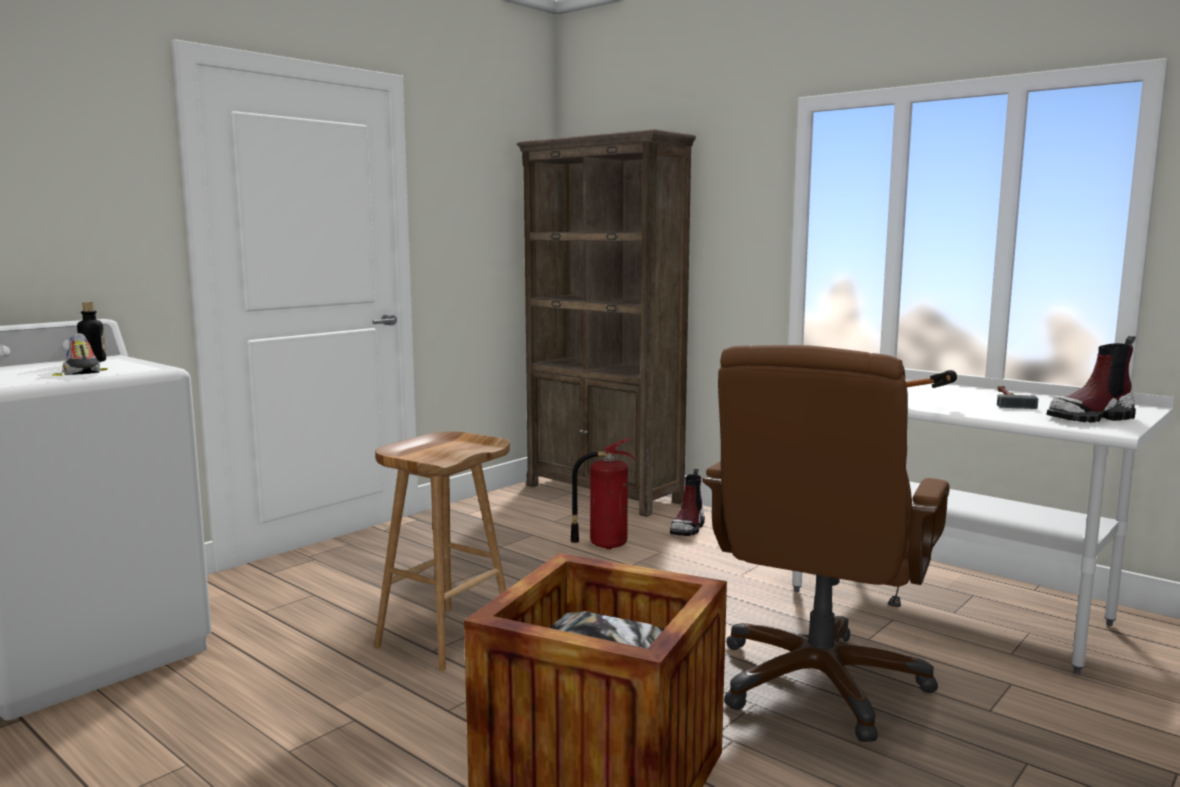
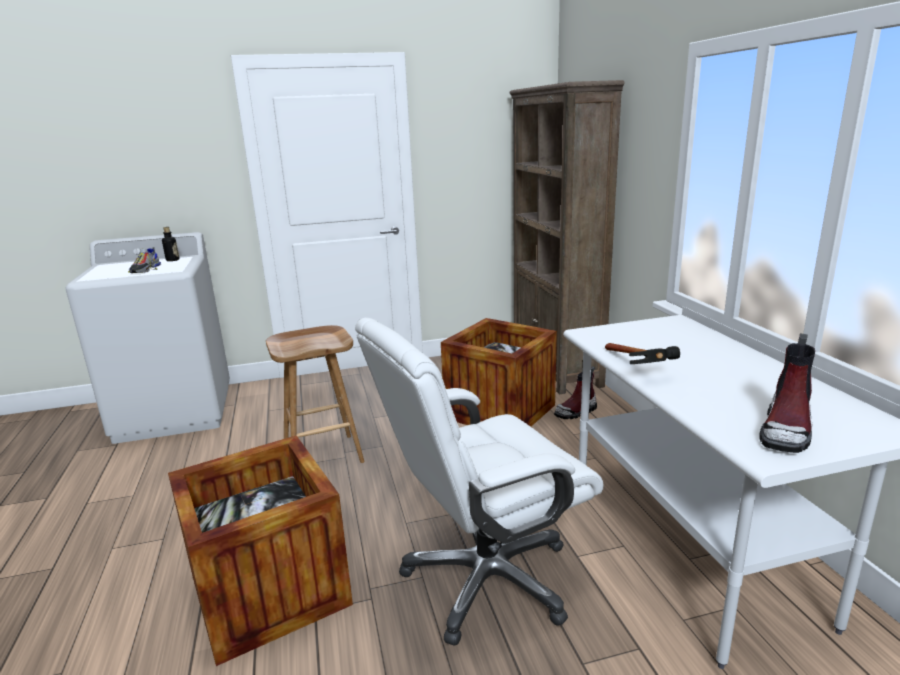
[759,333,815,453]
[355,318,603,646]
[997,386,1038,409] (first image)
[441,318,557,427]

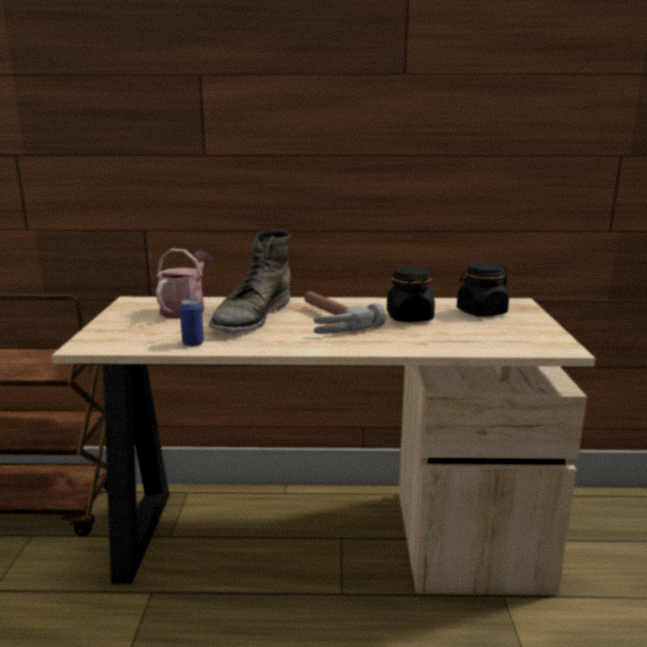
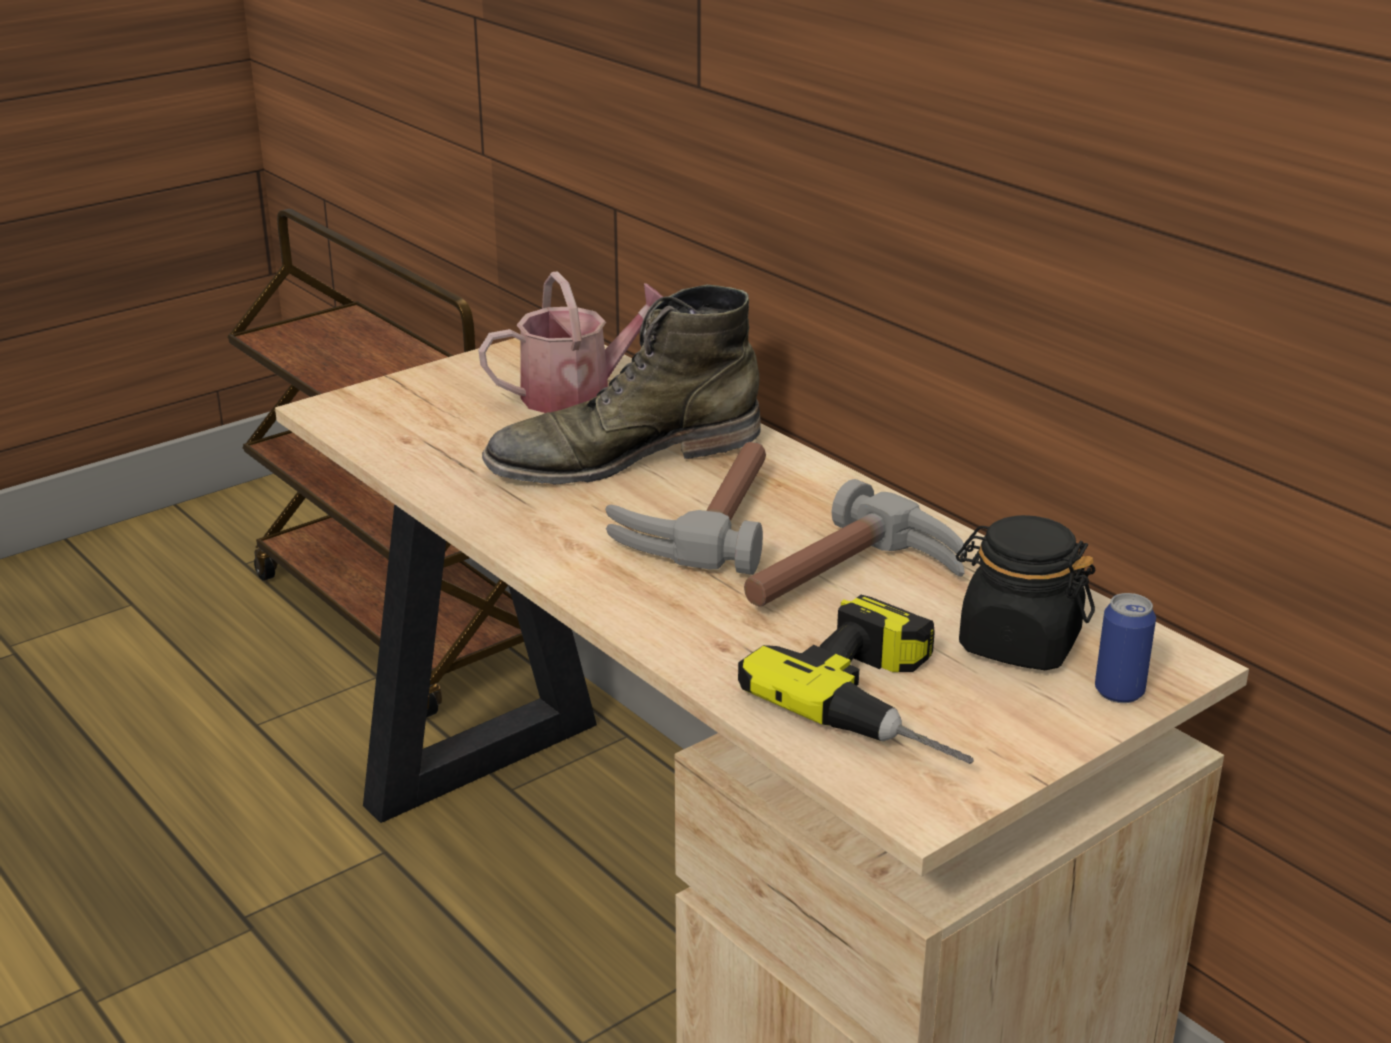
[744,479,965,607]
[1095,593,1156,703]
[738,595,974,764]

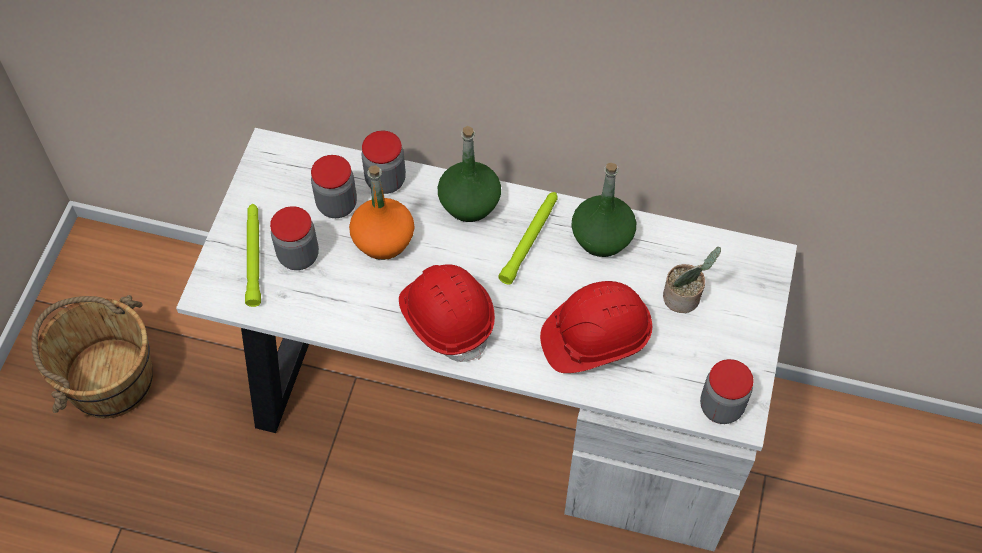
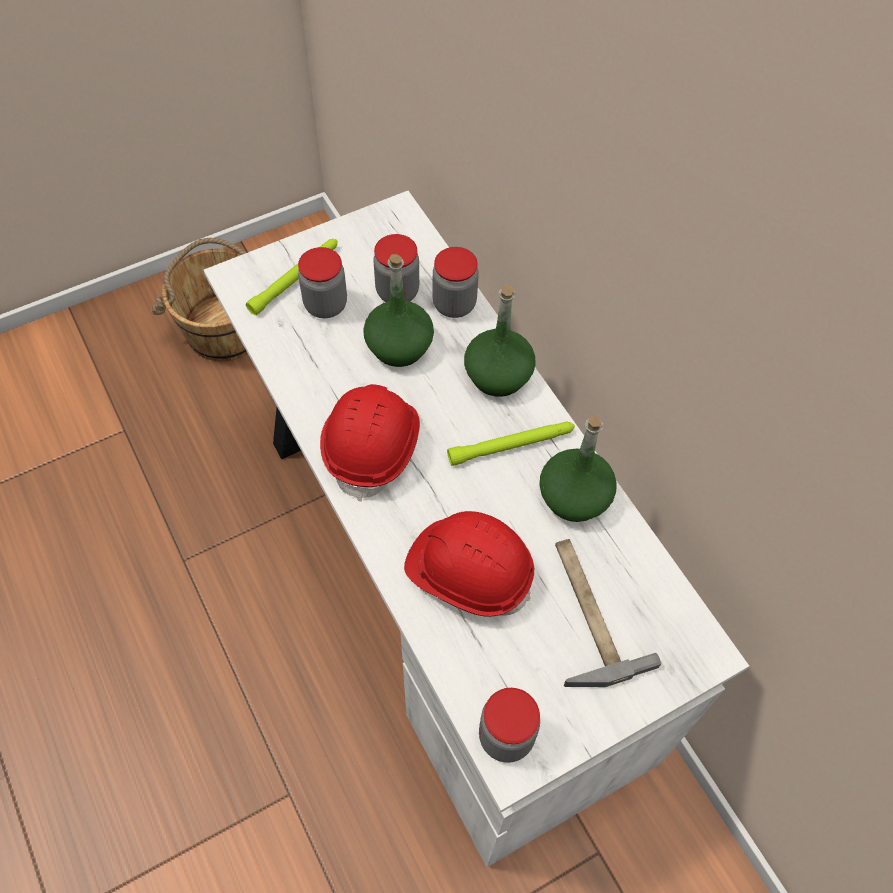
[363,254,434,367]
[555,539,661,687]

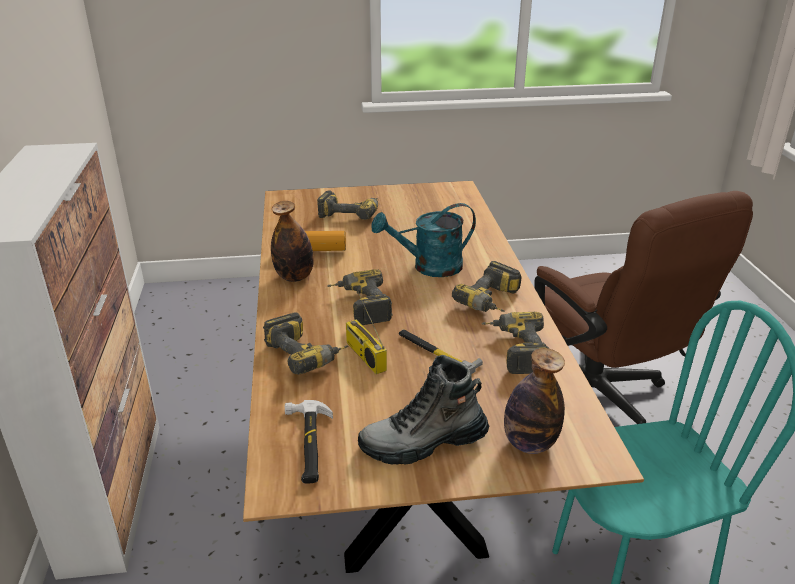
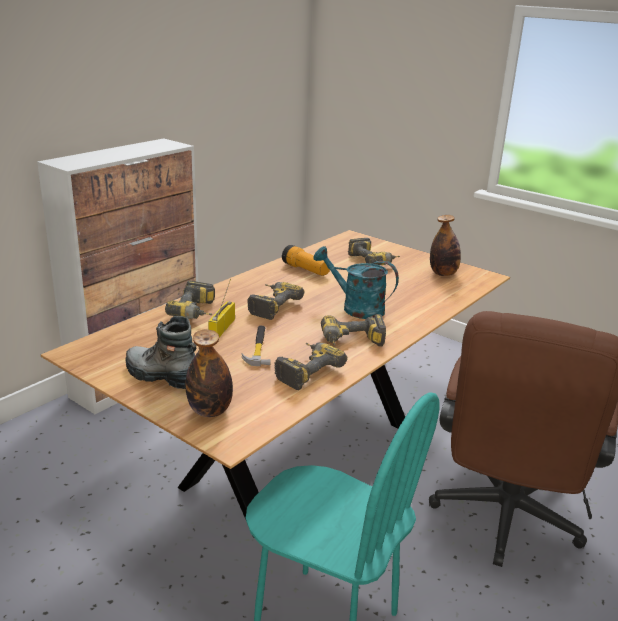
[430,215,461,276]
[285,400,333,484] (first image)

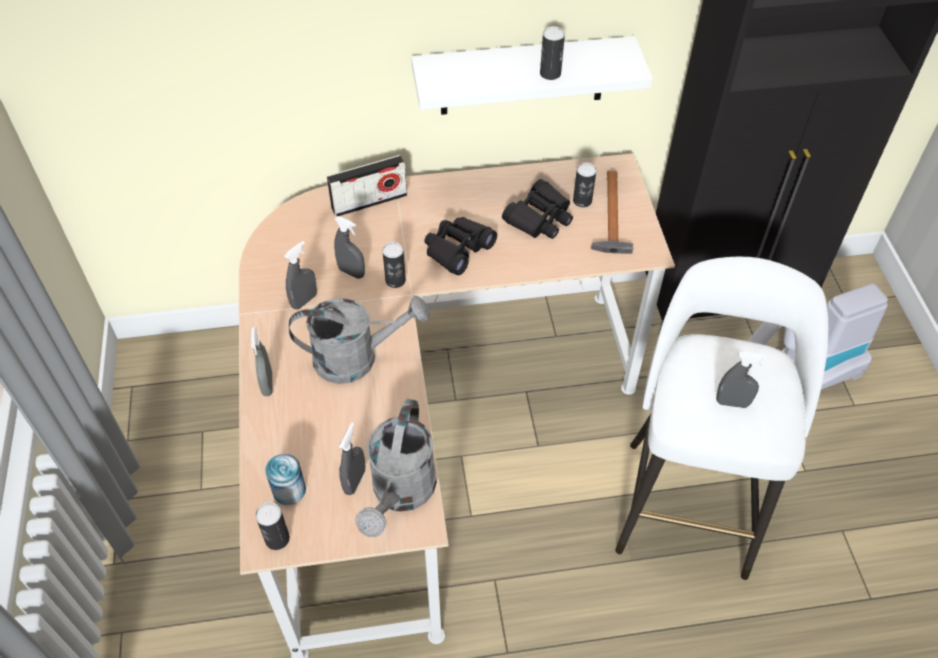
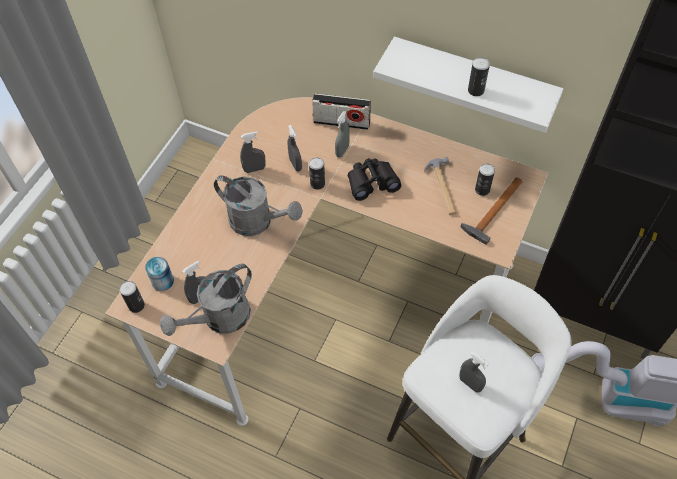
[424,157,457,215]
[335,111,350,158]

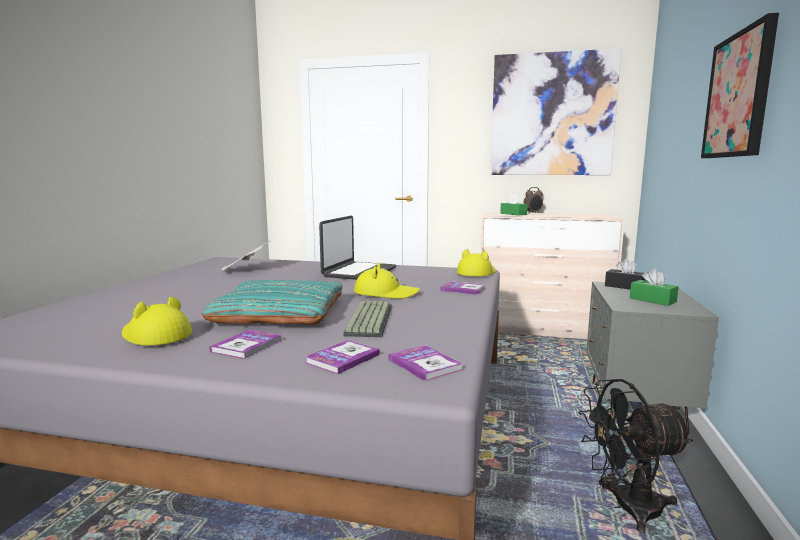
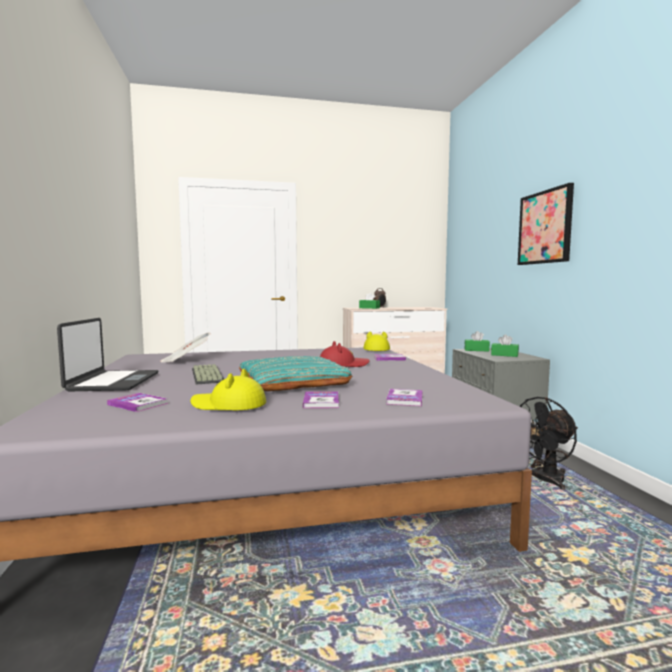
[490,48,622,175] (first image)
[57,318,158,391]
[464,331,490,352]
[320,341,370,367]
[192,364,224,385]
[107,393,168,412]

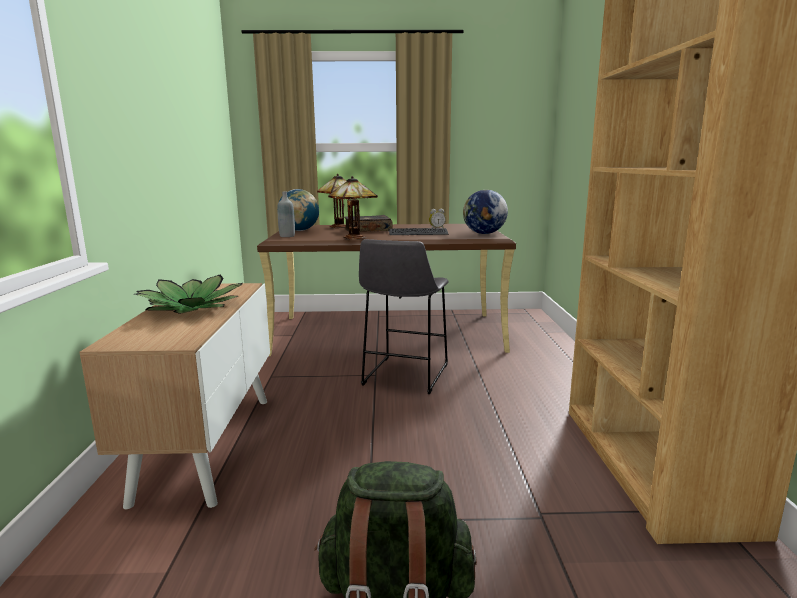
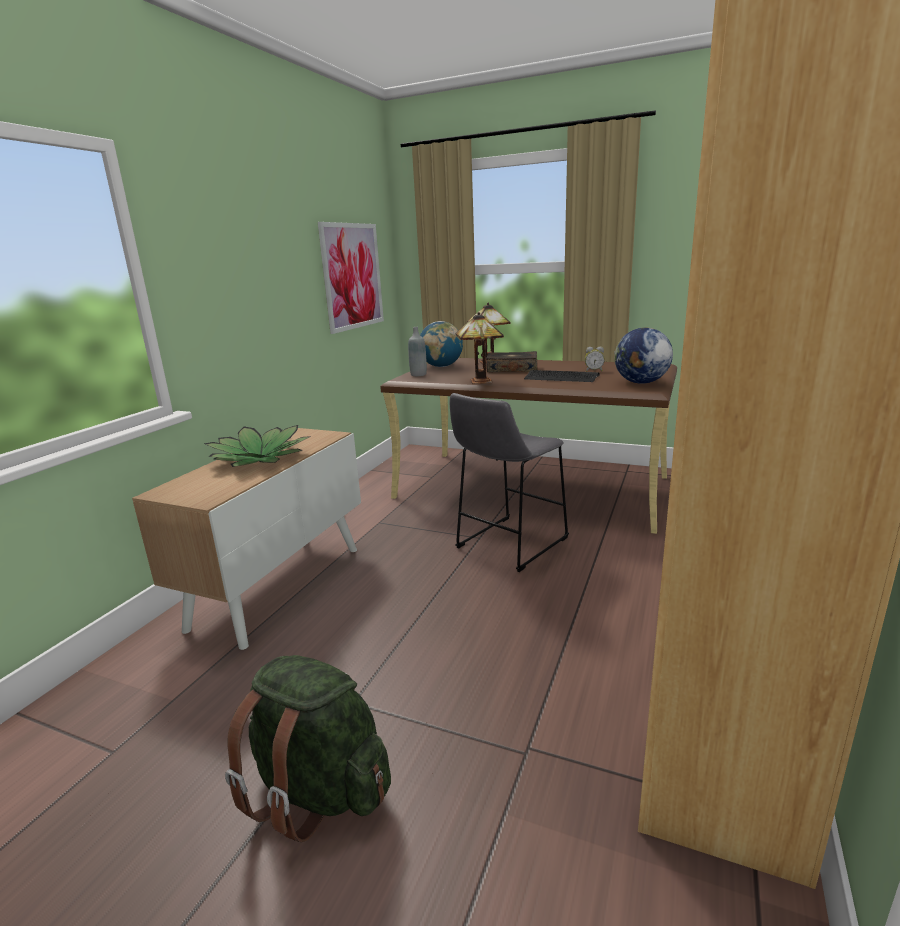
[318,222,384,334]

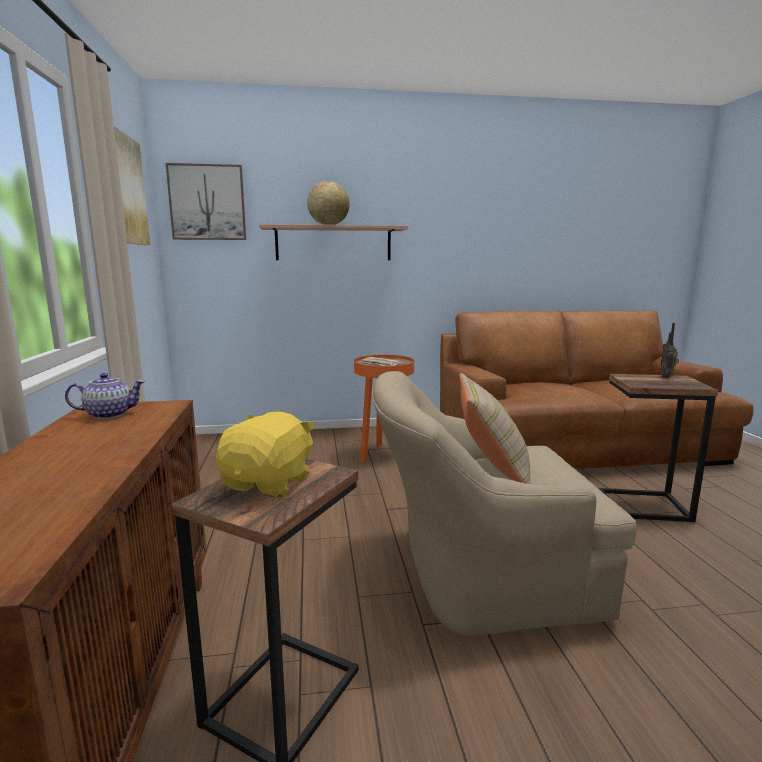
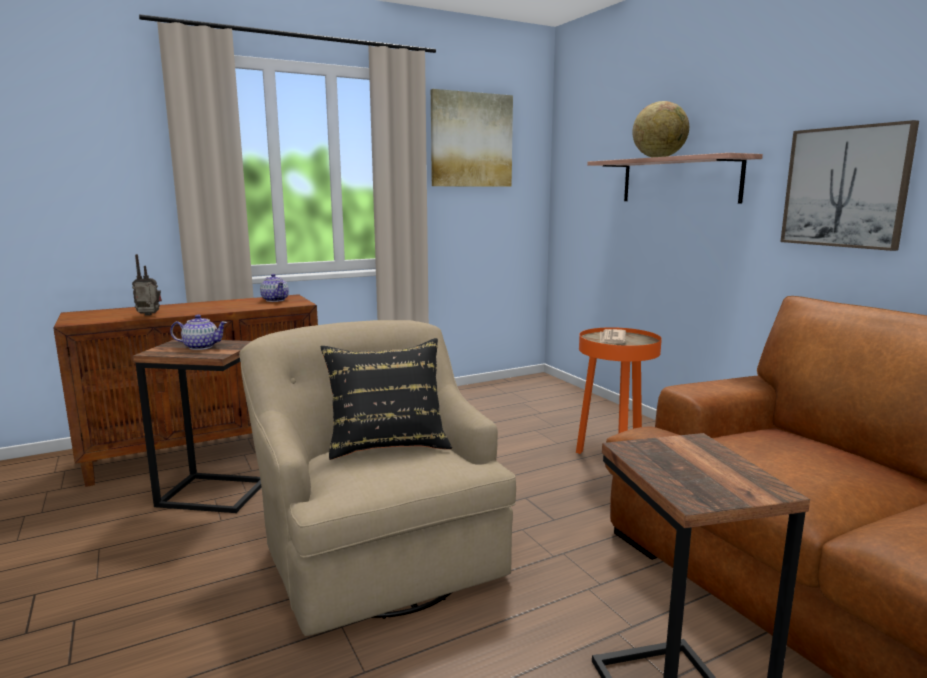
[780,120,919,251]
[132,254,162,316]
[321,338,452,460]
[170,314,228,350]

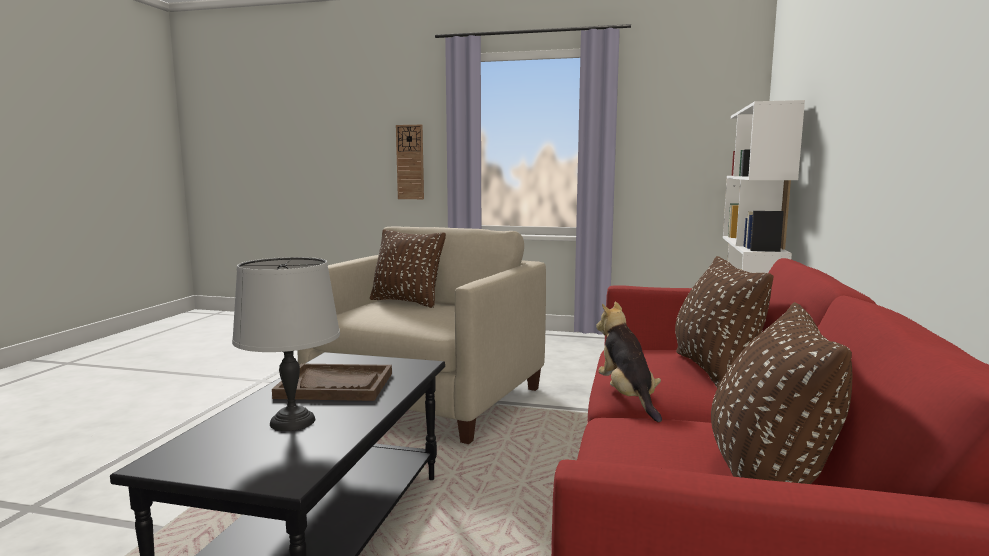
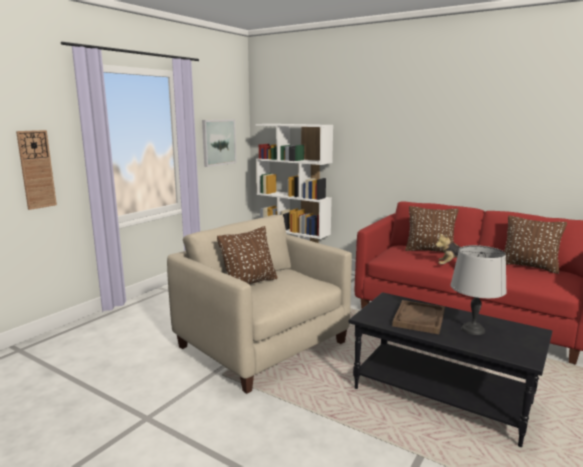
[202,119,236,167]

